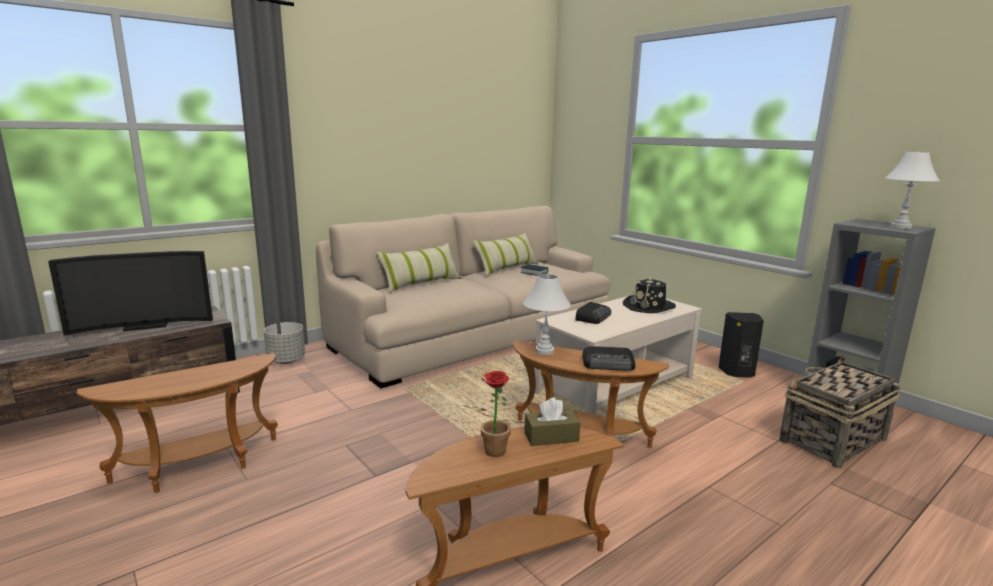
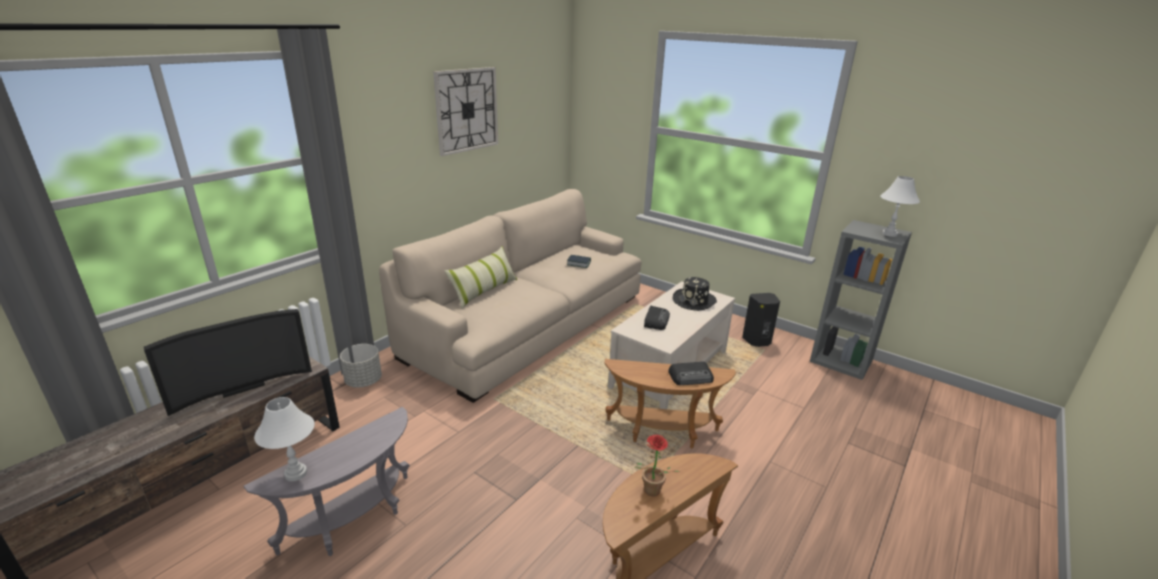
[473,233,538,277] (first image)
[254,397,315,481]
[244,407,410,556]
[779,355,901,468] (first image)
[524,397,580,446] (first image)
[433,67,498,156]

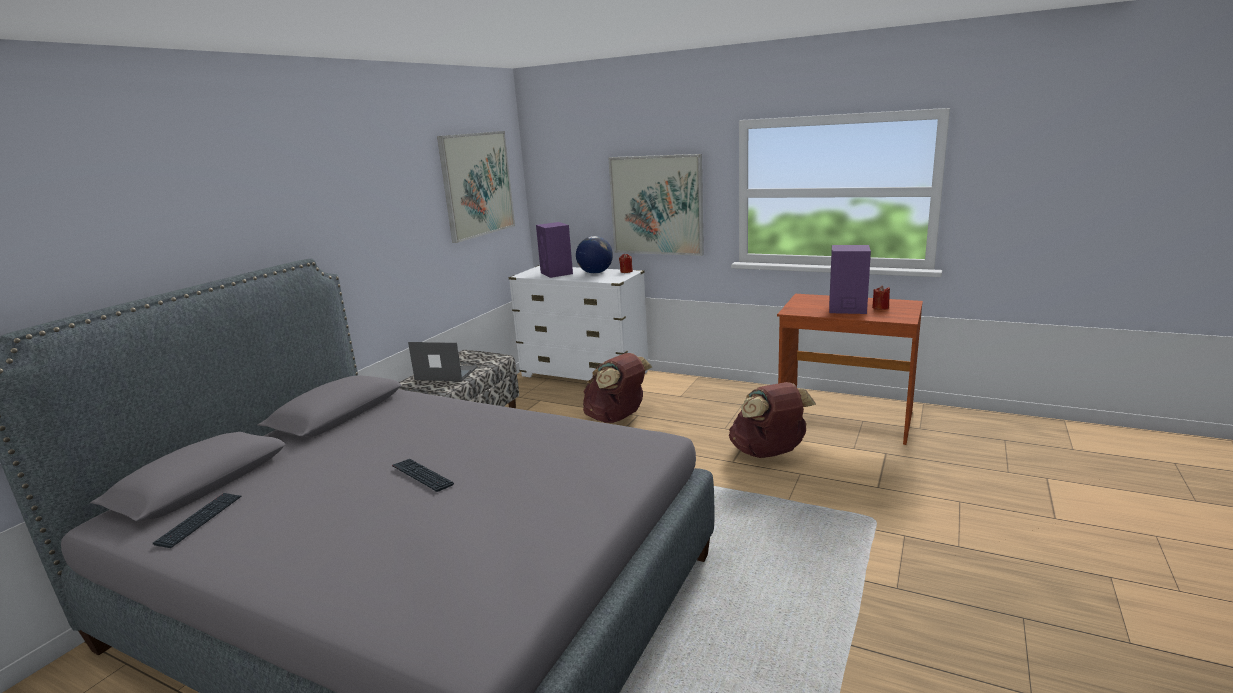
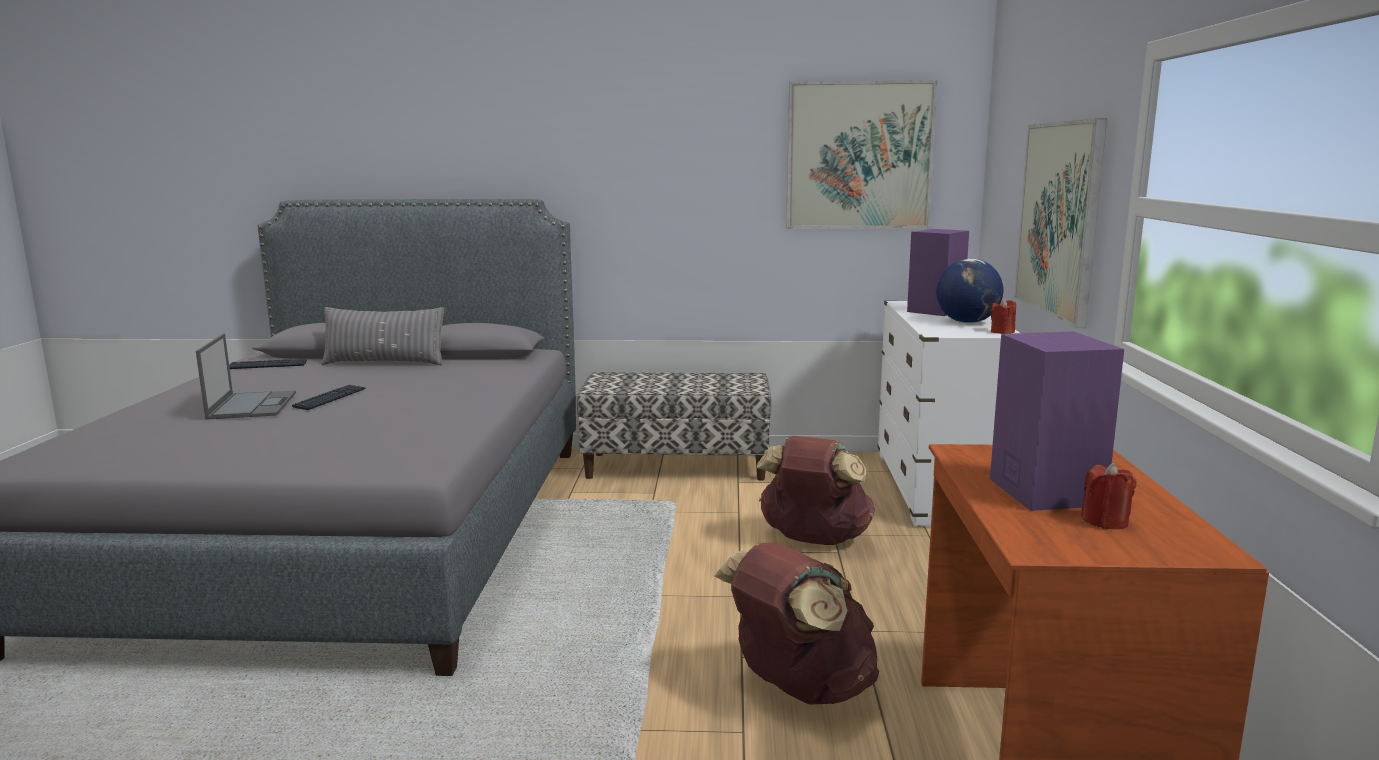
[196,334,296,420]
[322,307,444,365]

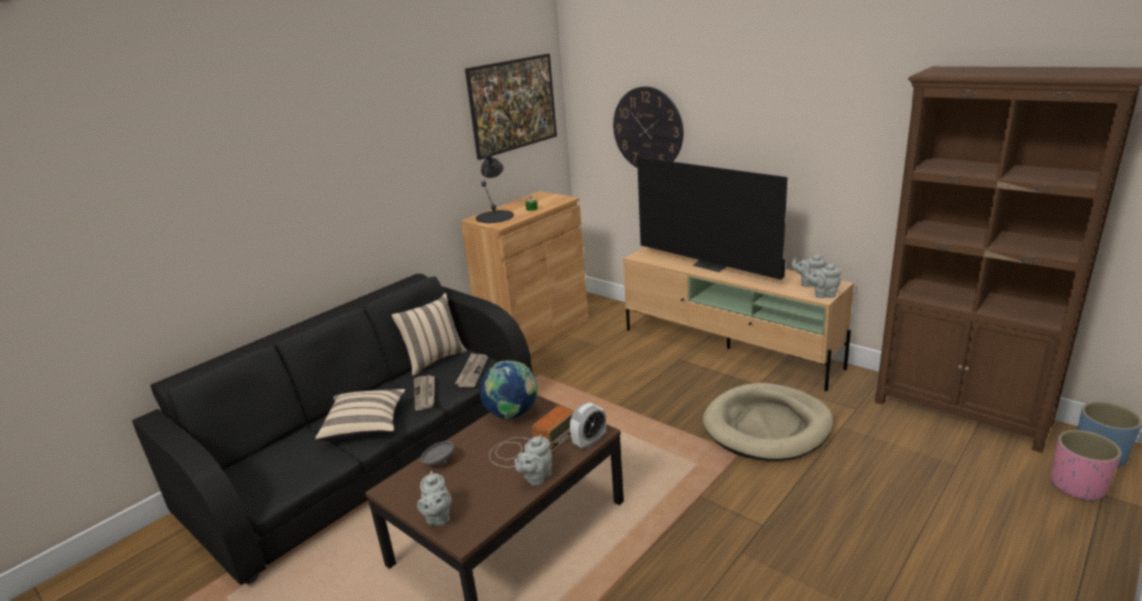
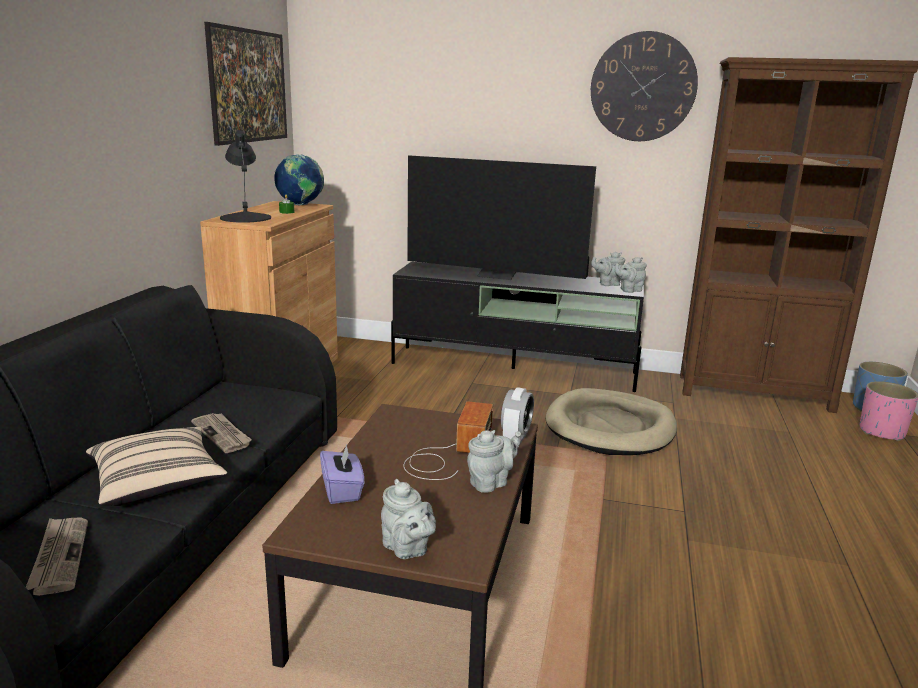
[591,31,698,141]
[391,262,644,392]
[392,293,467,376] (first image)
[26,518,88,596]
[274,154,324,205]
[467,430,521,493]
[320,444,365,504]

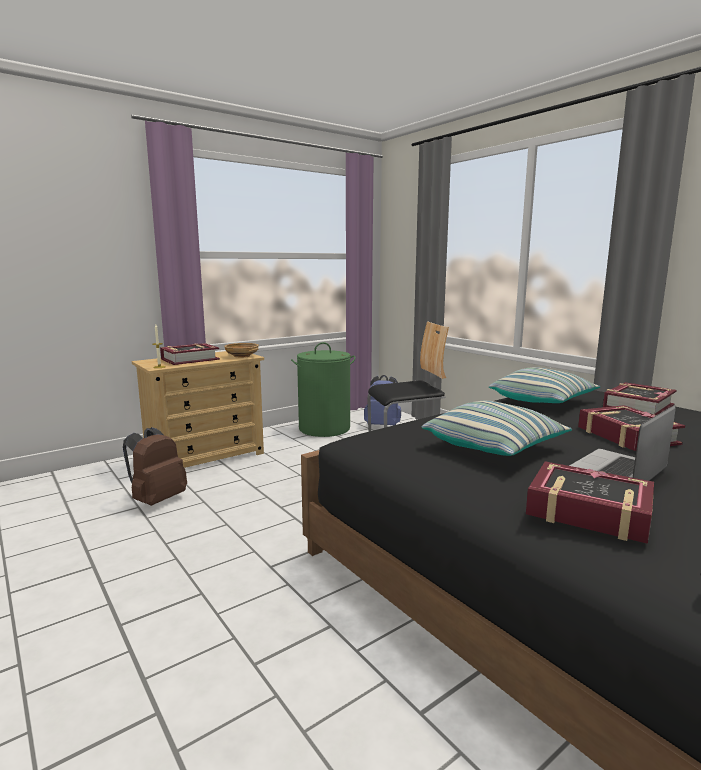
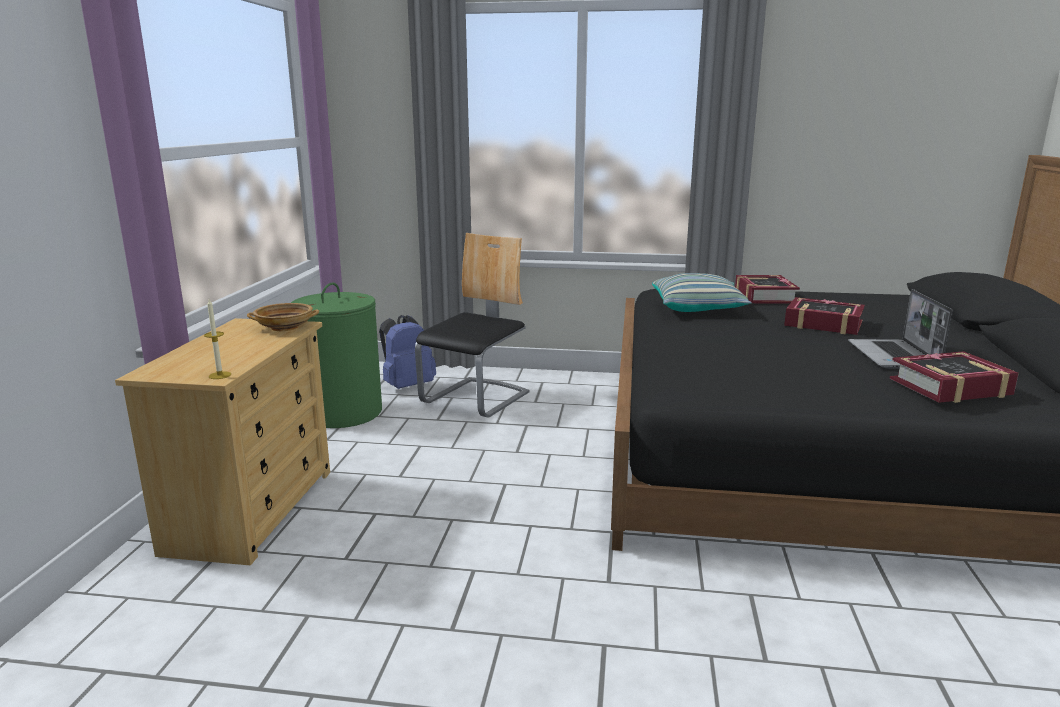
[160,343,220,365] (first image)
[422,401,572,456] (first image)
[123,427,187,506] (first image)

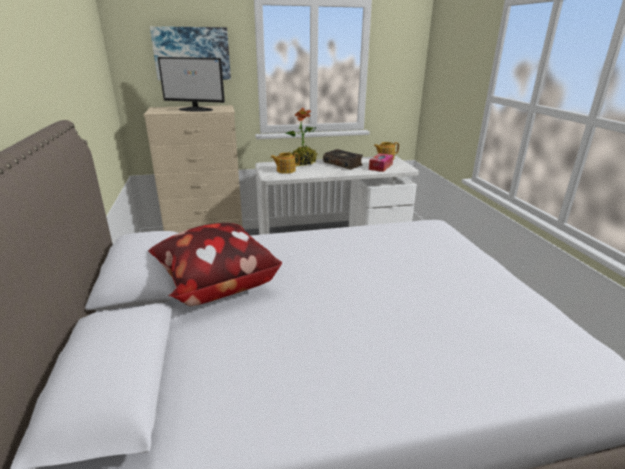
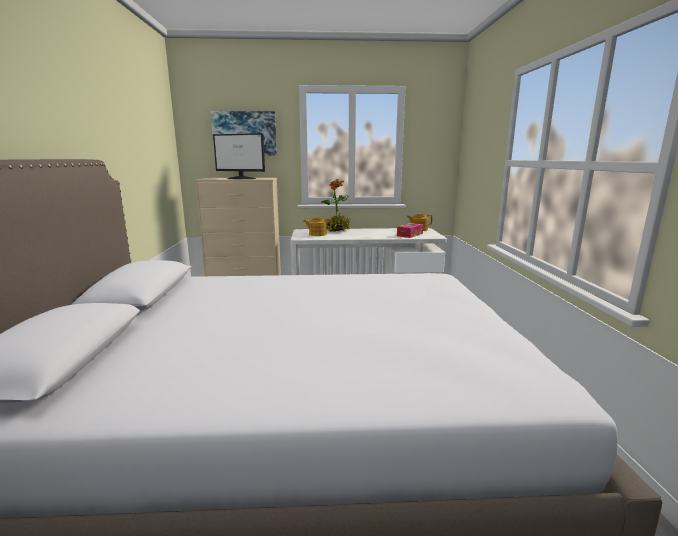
[323,149,363,170] (first image)
[148,223,282,306] (first image)

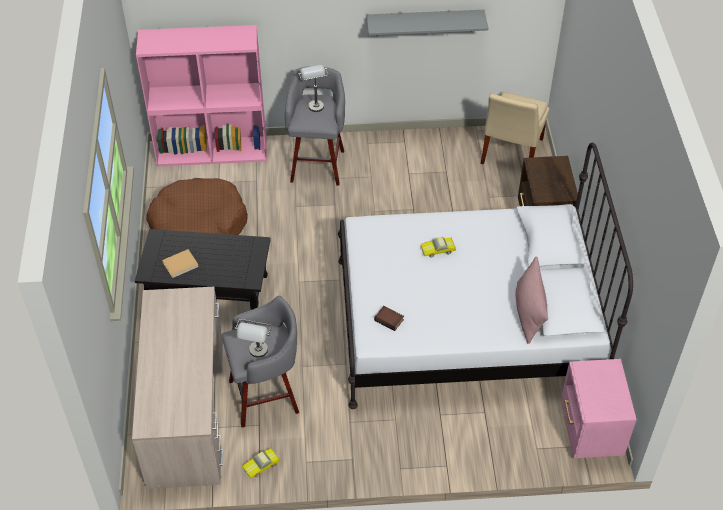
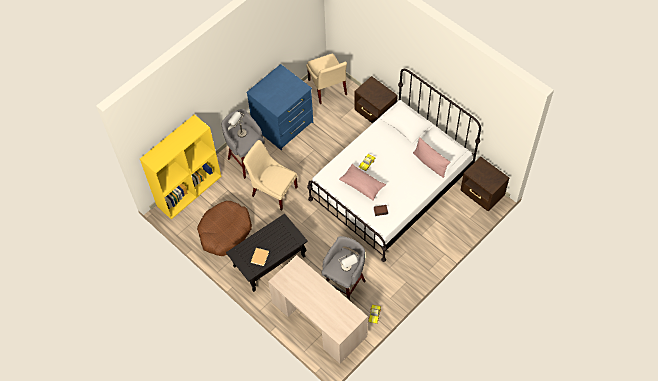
[367,10,488,36] (first image)
[140,114,221,219]
[461,157,509,212]
[246,64,313,150]
[243,140,298,210]
[339,164,386,201]

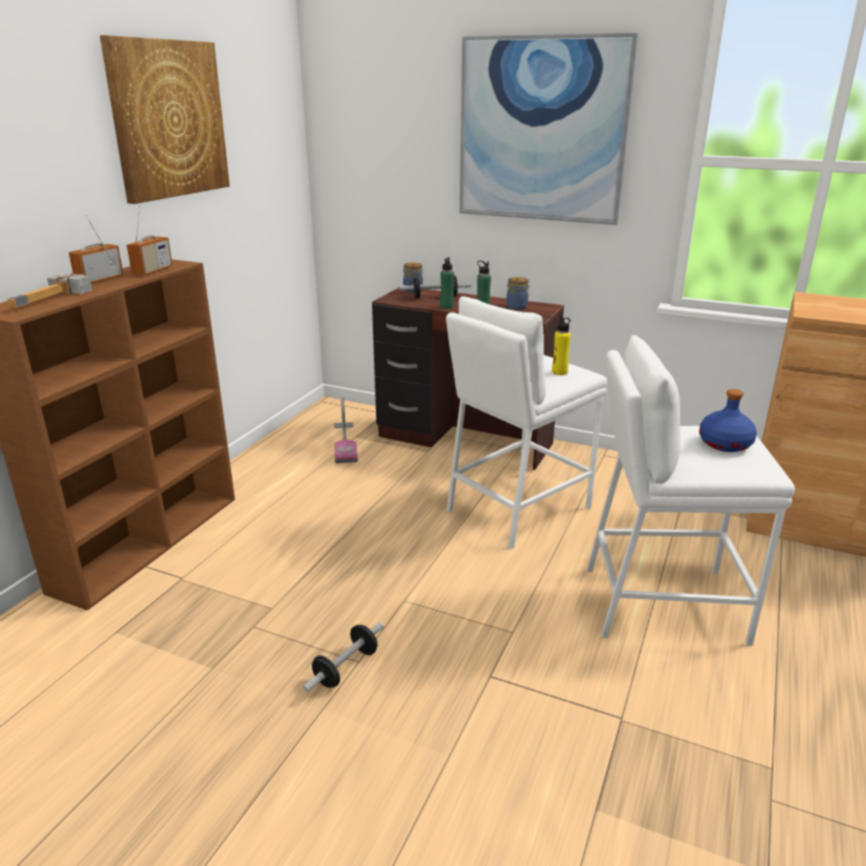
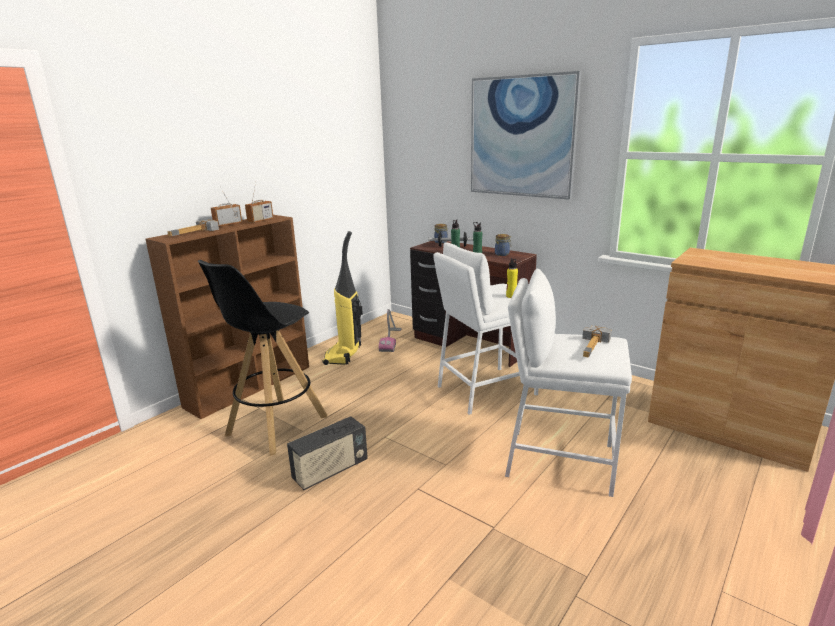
[100,35,230,204] (first image)
[582,326,612,358]
[287,416,368,490]
[323,231,363,365]
[198,260,327,456]

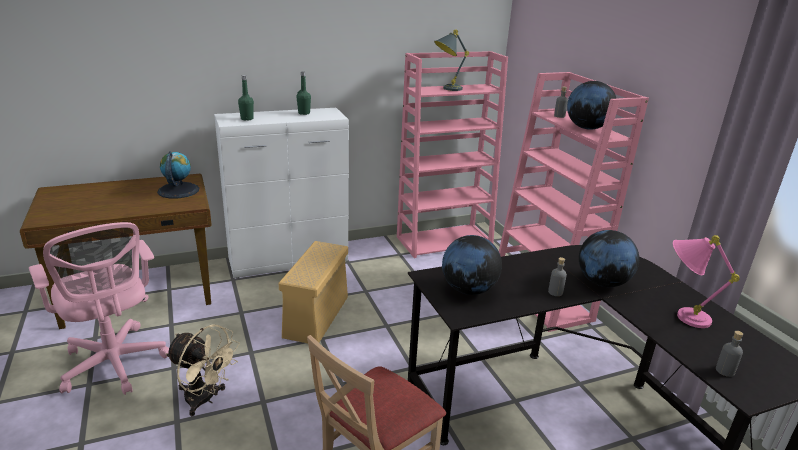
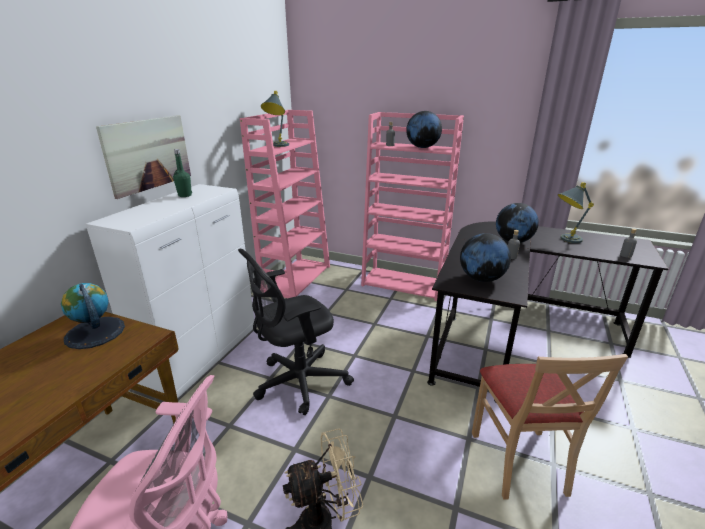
[238,75,254,120] (first image)
[558,182,594,243]
[238,248,354,415]
[96,115,191,199]

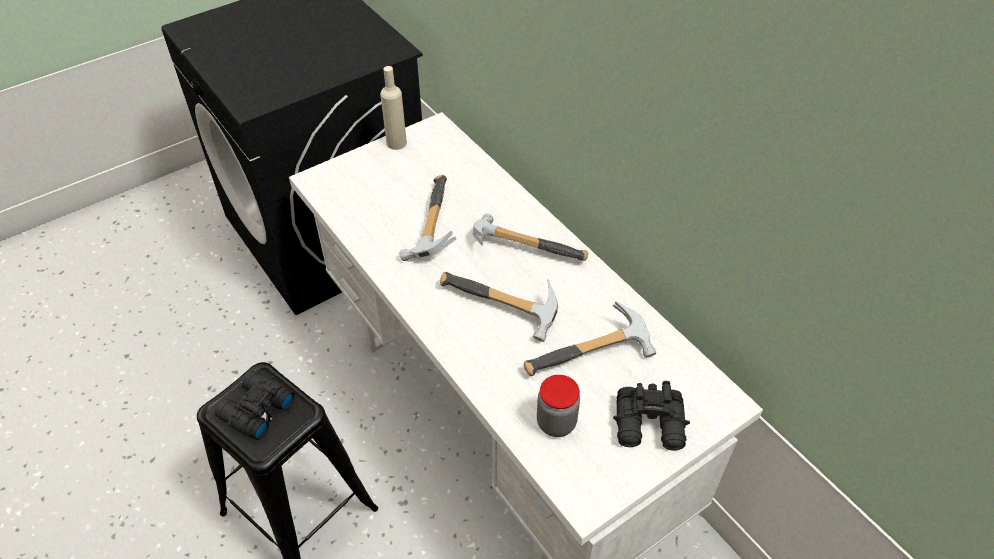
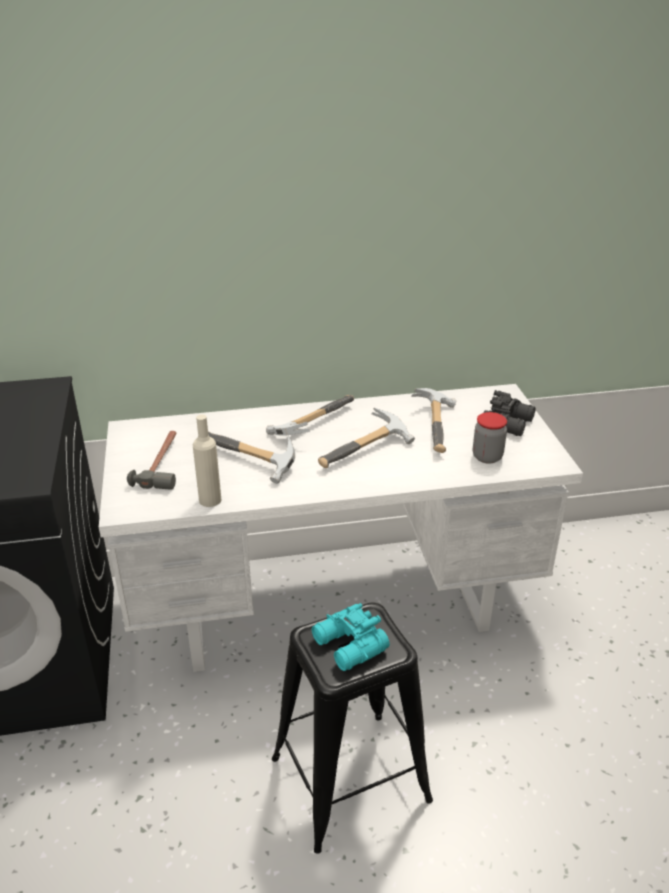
[193,414,221,507]
[312,603,390,671]
[127,431,177,489]

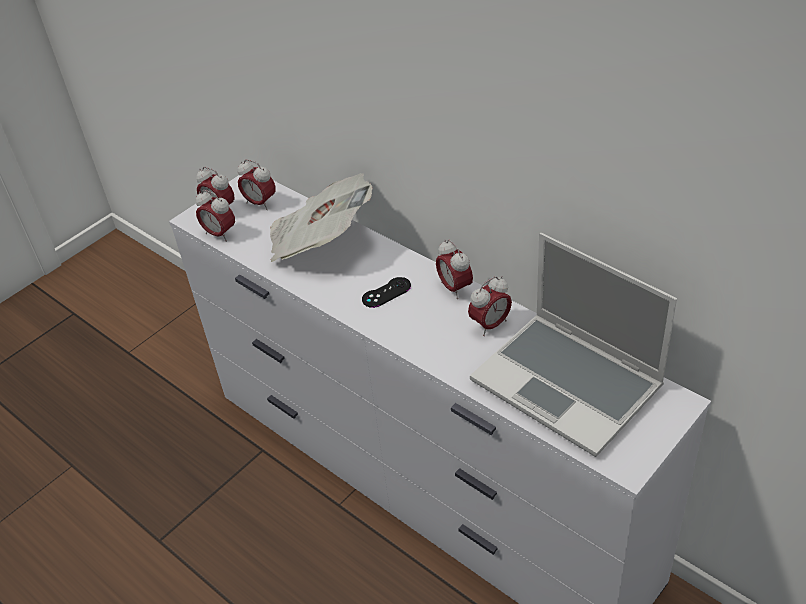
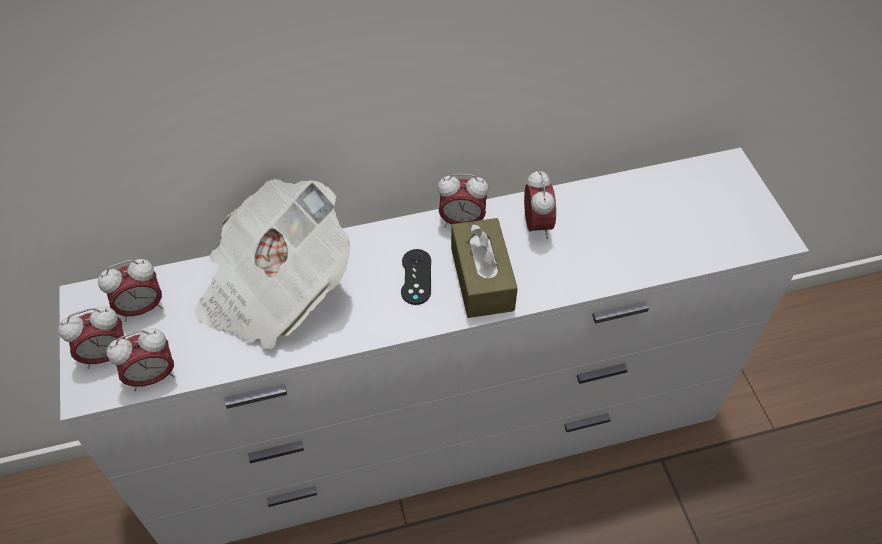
[470,233,677,457] (first image)
[451,218,518,318]

